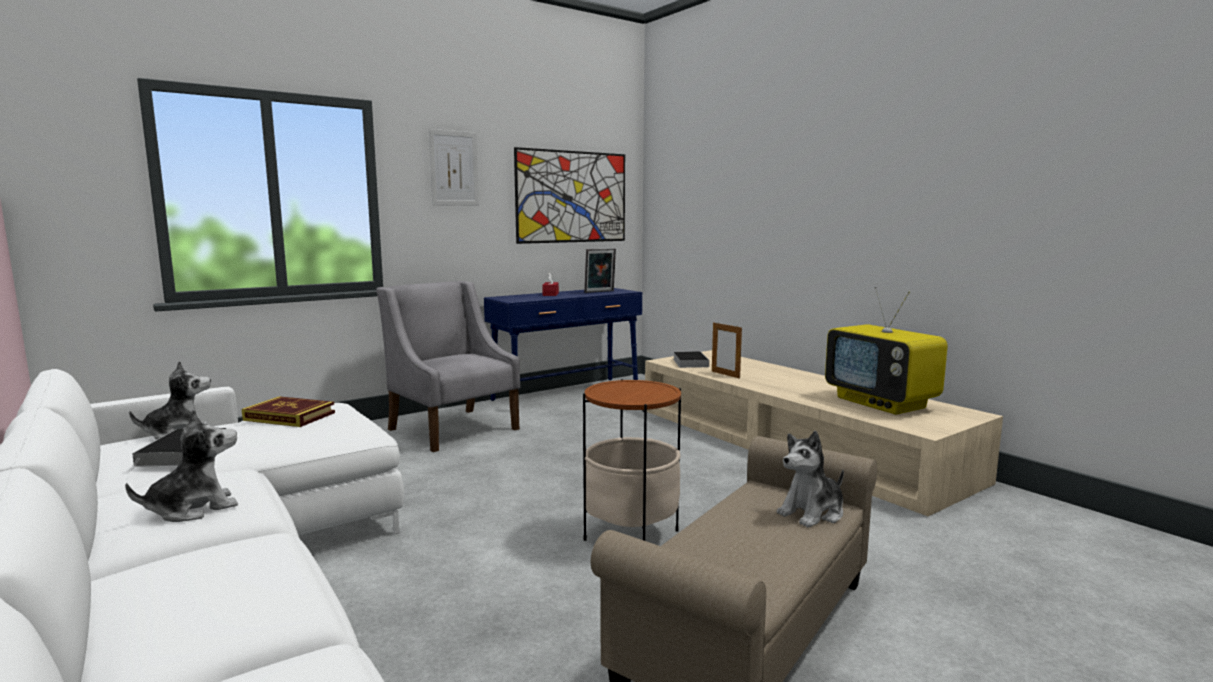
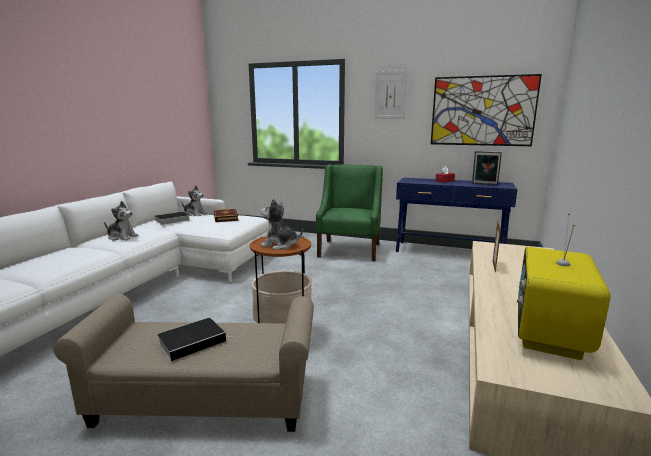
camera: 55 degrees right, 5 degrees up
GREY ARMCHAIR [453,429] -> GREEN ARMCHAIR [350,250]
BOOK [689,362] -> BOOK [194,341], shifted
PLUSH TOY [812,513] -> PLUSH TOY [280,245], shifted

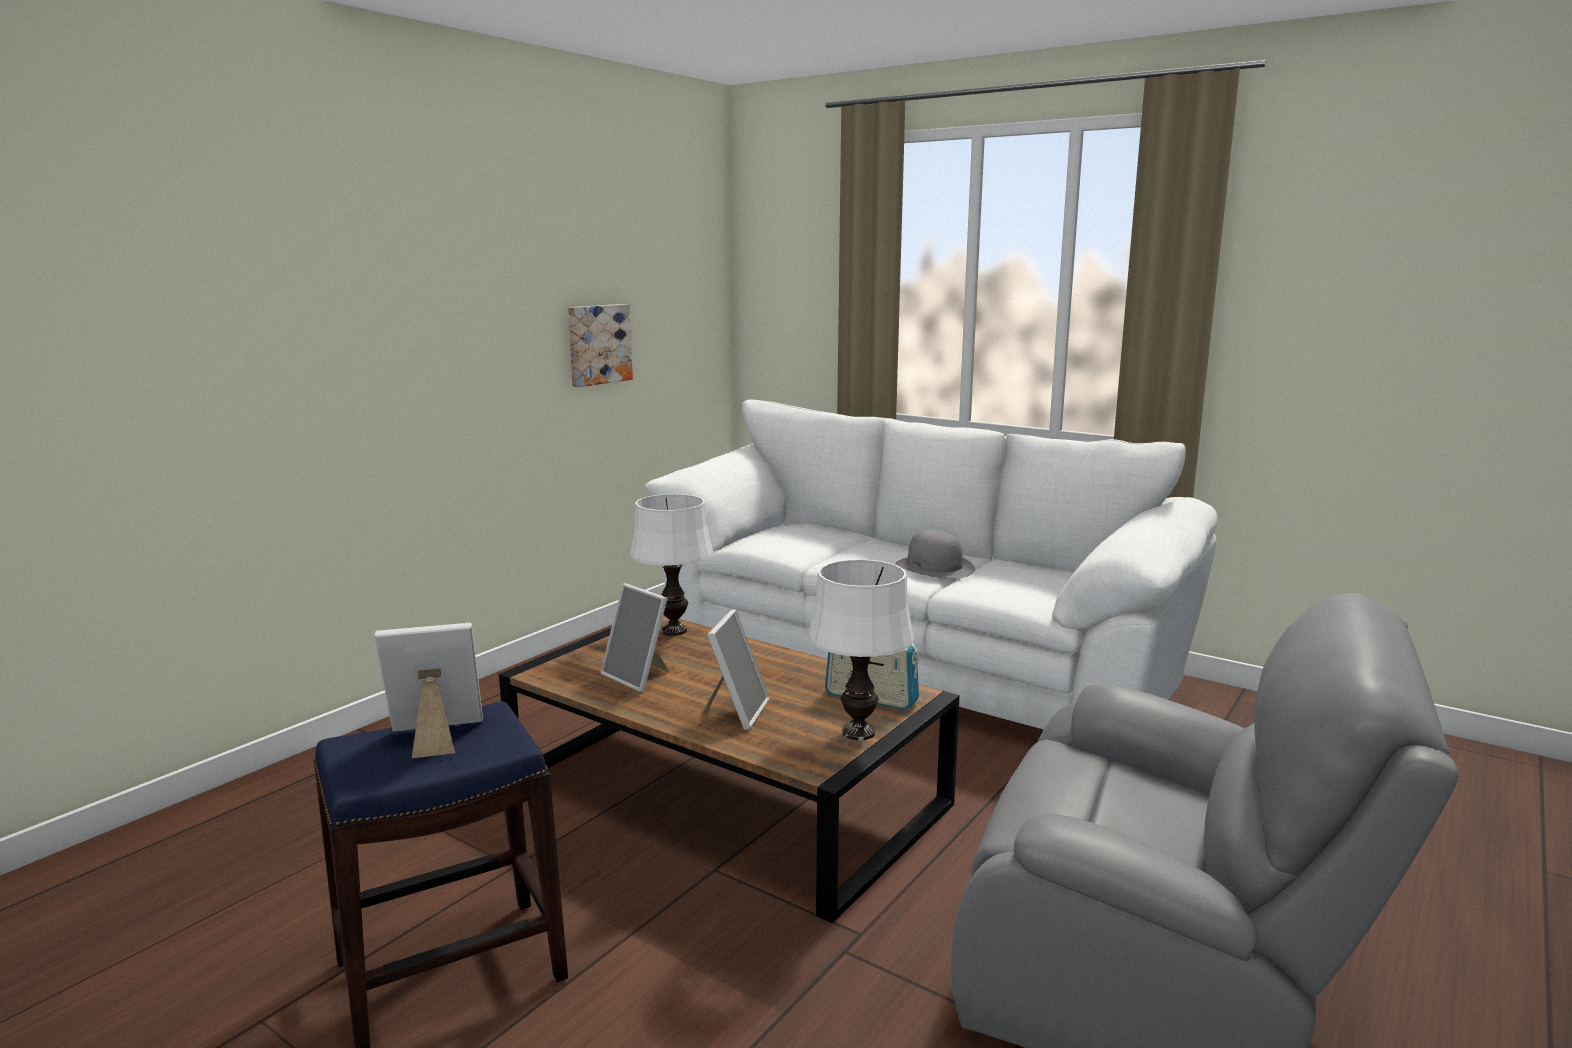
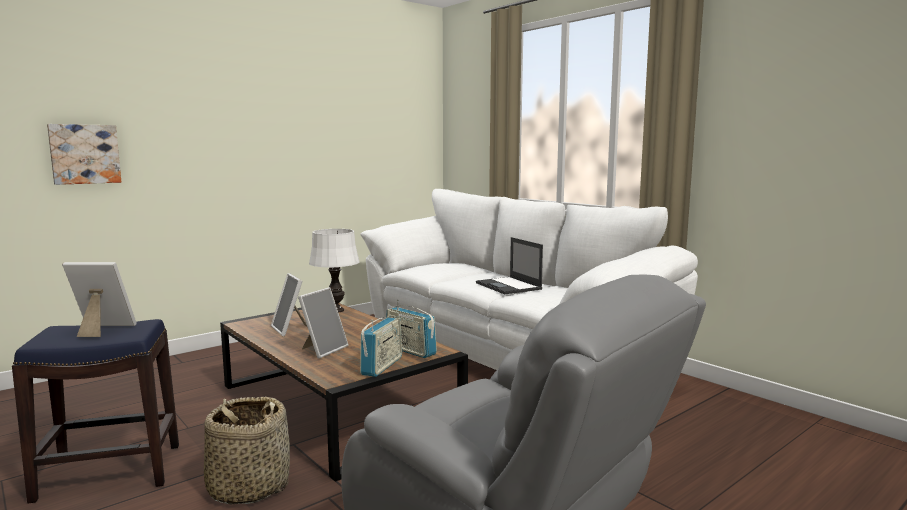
camera: 15 degrees right, 5 degrees down
PICTURE [598,344] -> PICTURE [84,154], shifted
GREY HAT [935,567] -> LAPTOP [509,286]
WHITE TABLE LAMP [858,732] -> RADIO [382,366]
none -> BASKET [248,486]

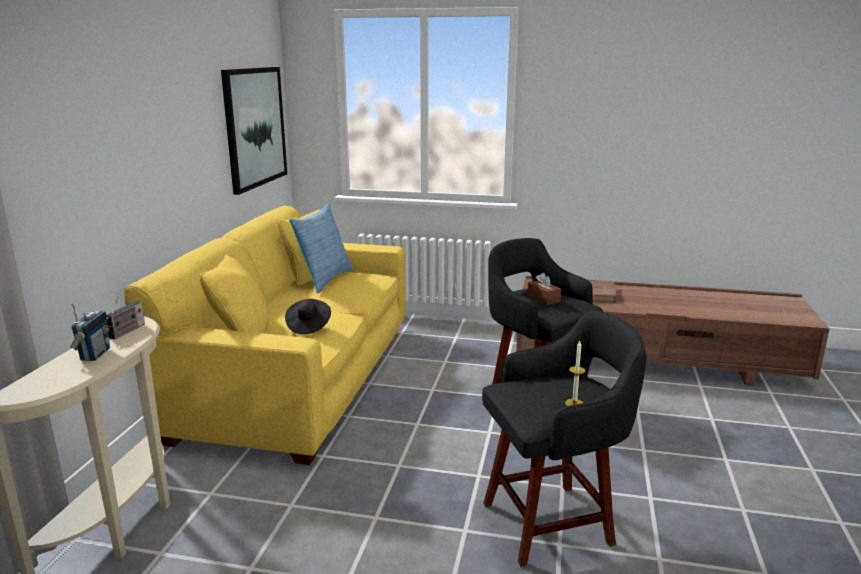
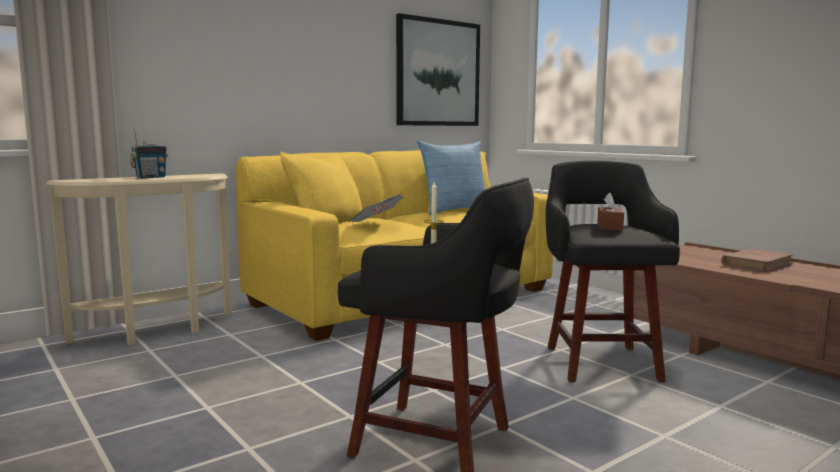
camera: 40 degrees right, 10 degrees down
RADIO [126,332] -> none
BLACK HAT [308,326] -> NEWSPAPER [376,224]

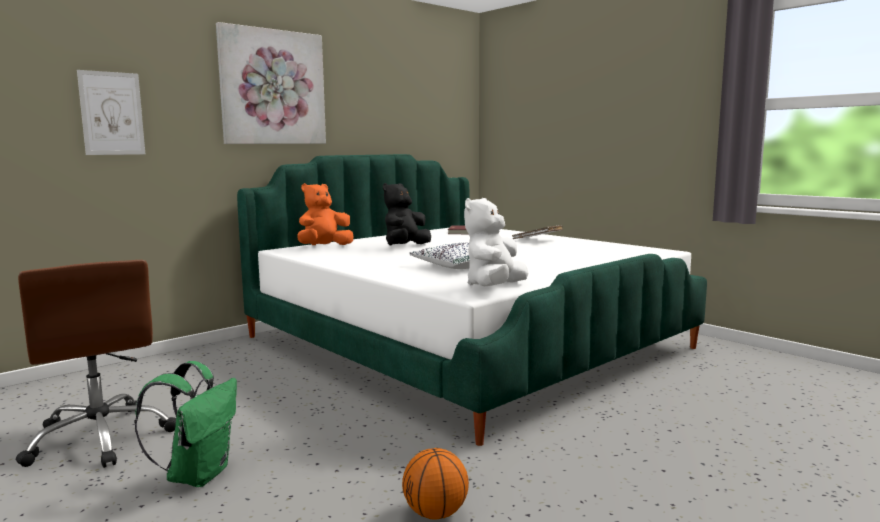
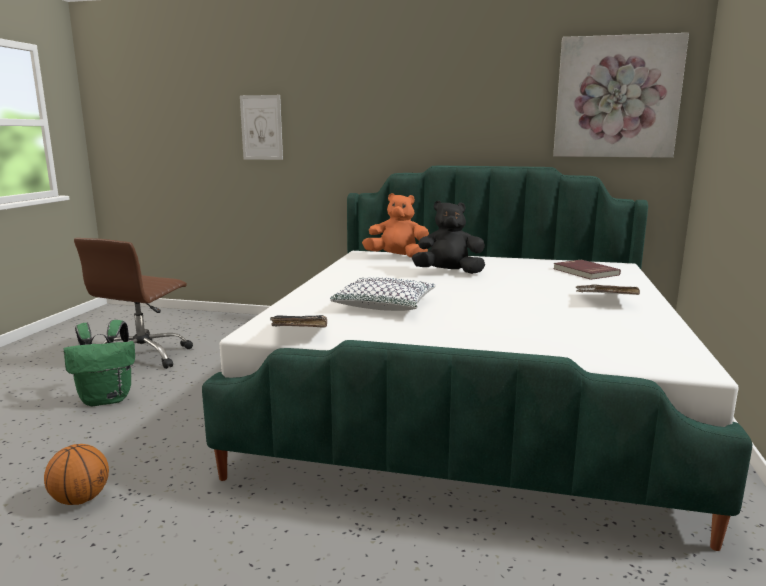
camera: 55 degrees right, 5 degrees up
PICTURE [273,87] -> PICTURE [617,97], shifted
WHITE PLUSH TOY [494,287] -> BLACK BOOK [300,333]

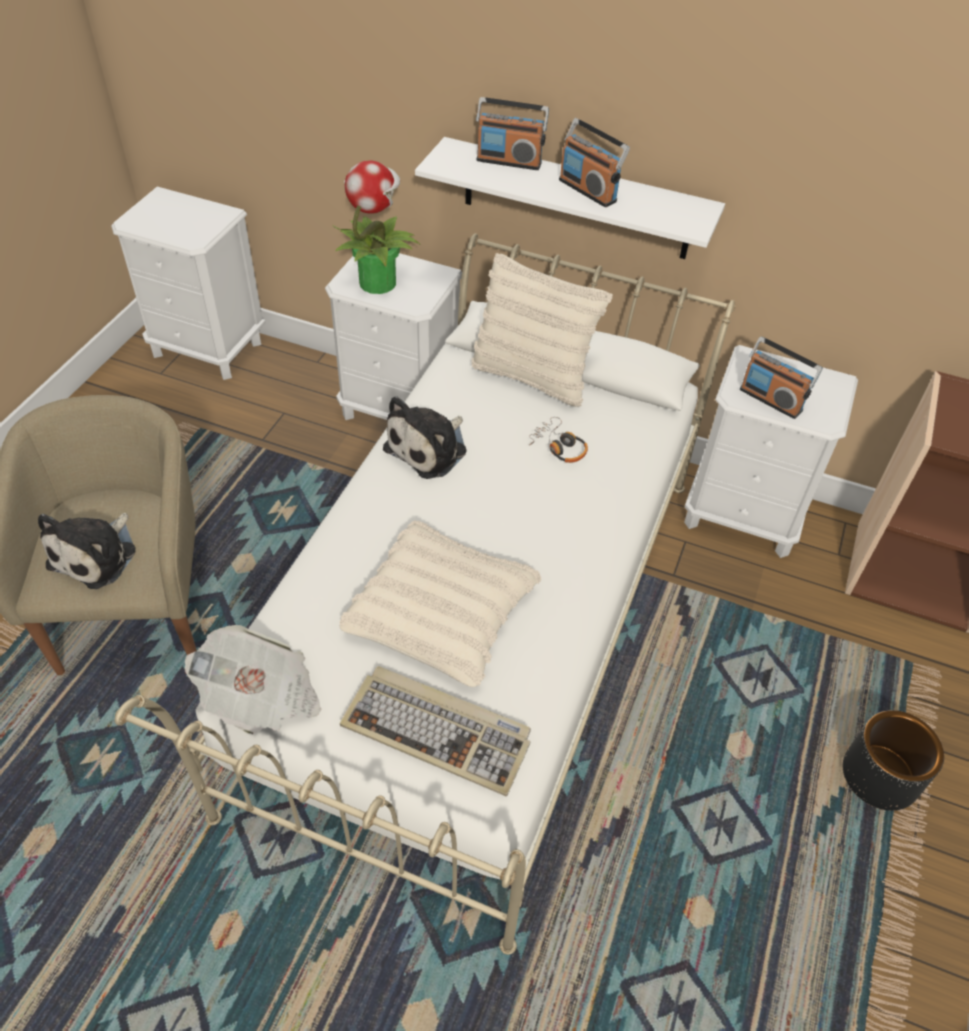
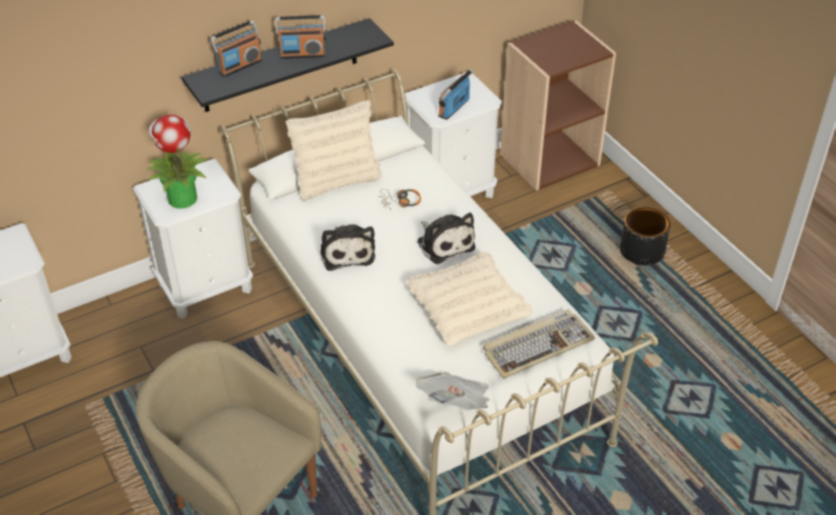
camera: 50 degrees left, 5 degrees down
WHITE SHELF [576,199] -> BLACK SHELF [280,66]
RADIO [771,399] -> RADIO [454,108], 135 degrees clockwise
PLUSH TOY [97,555] -> PLUSH TOY [444,243], shifted

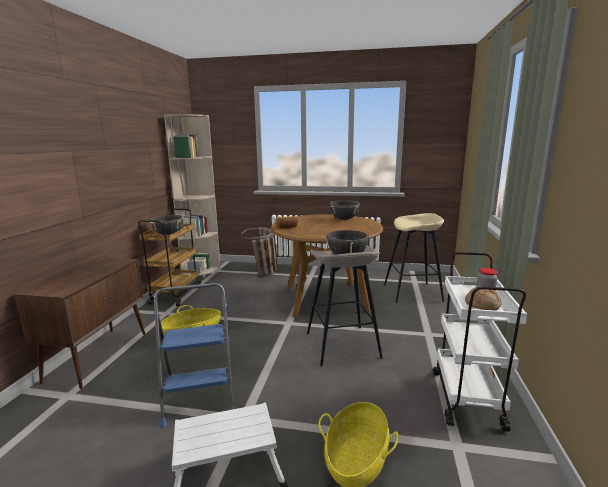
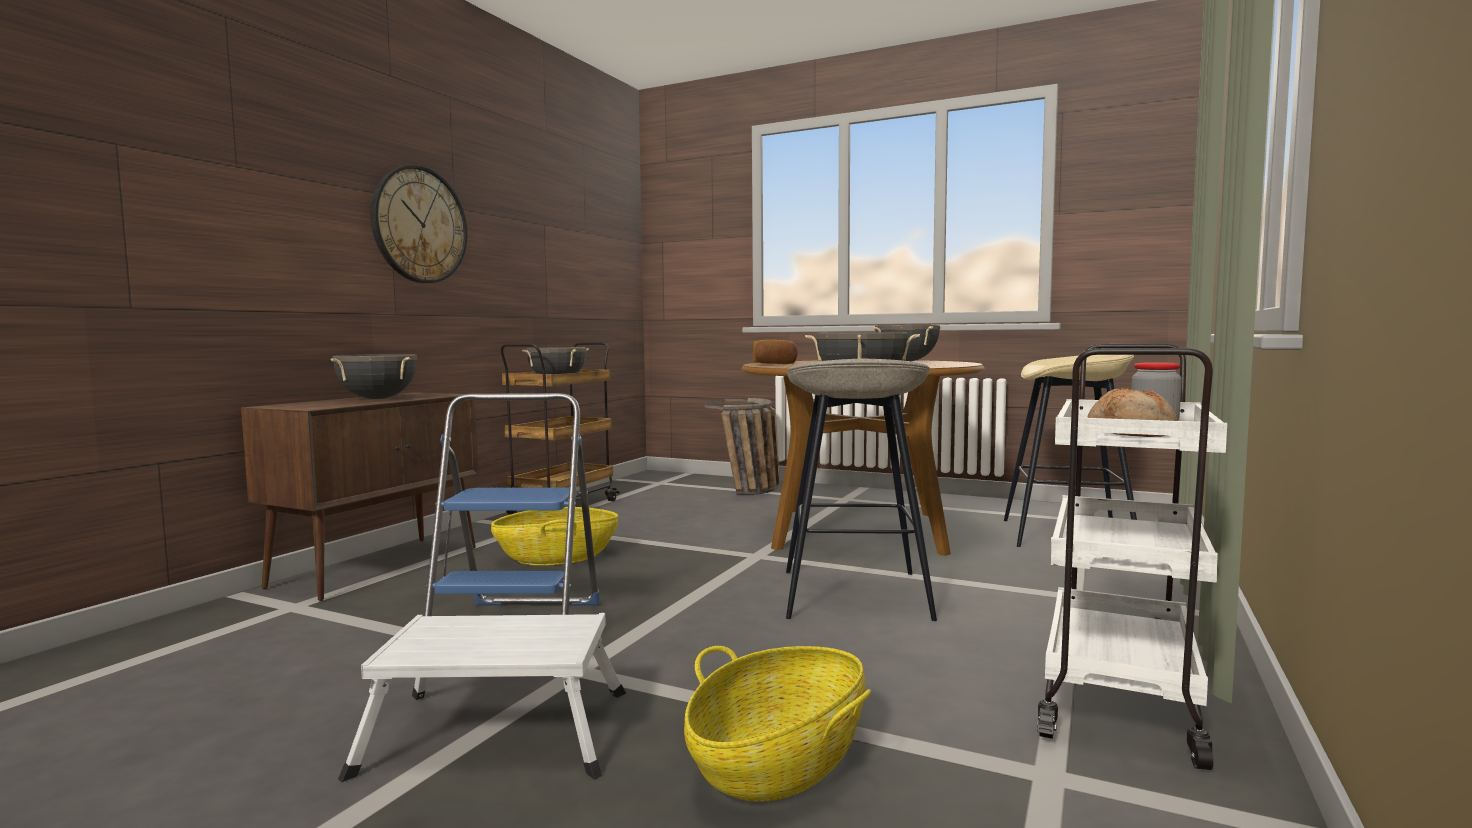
camera: 15 degrees right, 10 degrees down
BEIGE BOOKCASE [201,275] -> none
none -> WALL CLOCK [419,225]
none -> BLACK COOKING POT [377,399]

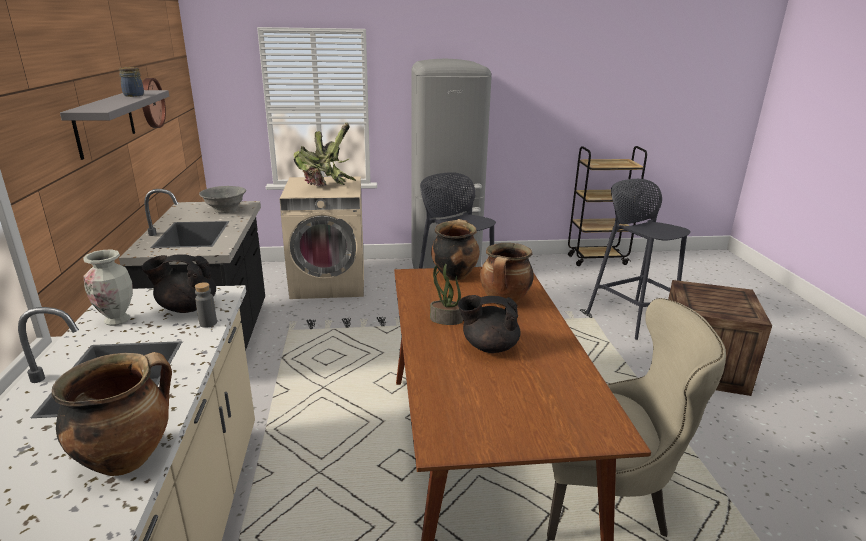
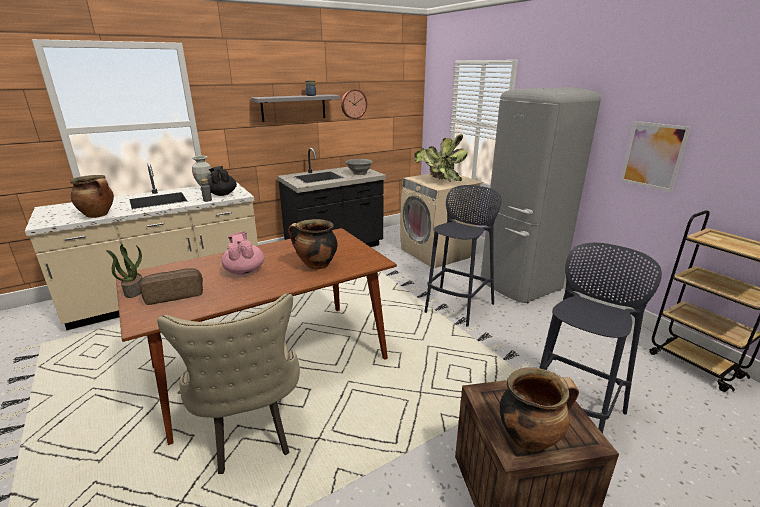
camera: 65 degrees right, 0 degrees up
COOKING POT [454,275] -> COOKING POT [529,437], shifted
POTTED PLANT [445,320] -> POTTED PLANT [134,291], shifted
BLACK TEAPOT [488,346] -> PINK TEAPOT [244,271]
none -> PICTURE [653,155]
none -> BREAD [175,295]

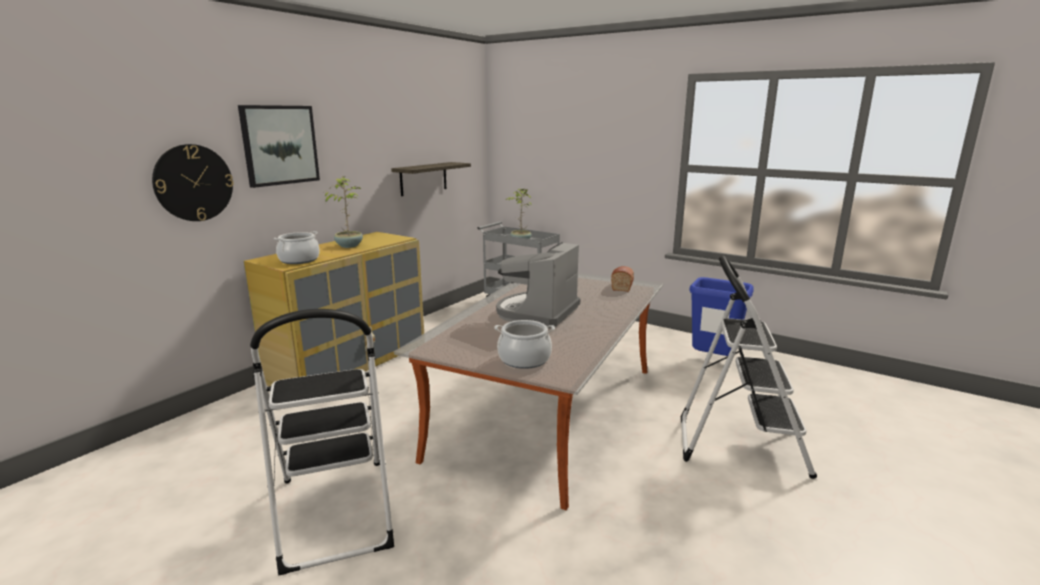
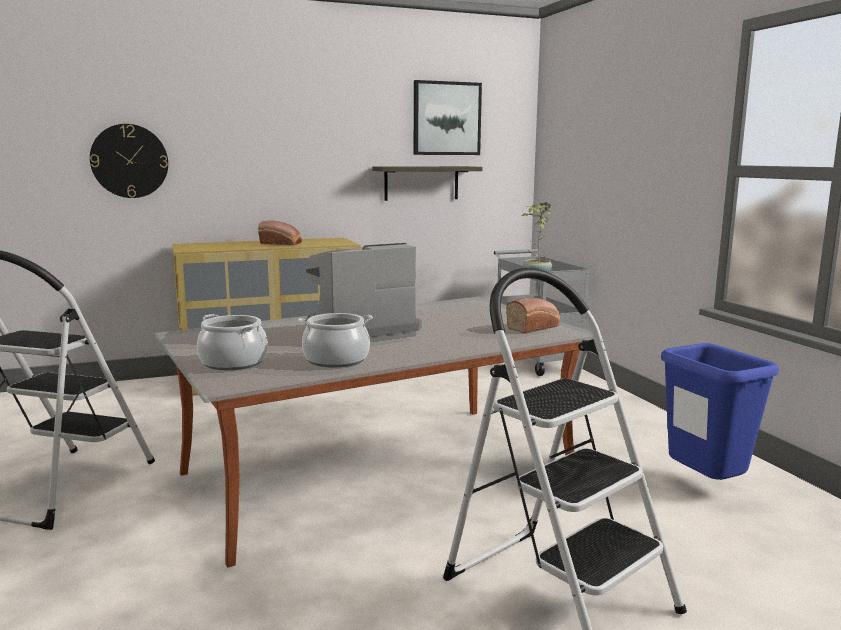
camera: 35 degrees right, 5 degrees down
PICTURE [280,145] -> PICTURE [446,118], shifted
POTTED PLANT [349,246] -> BREAD [282,243]
COOKING POT [299,260] -> COOKING POT [336,360], shifted

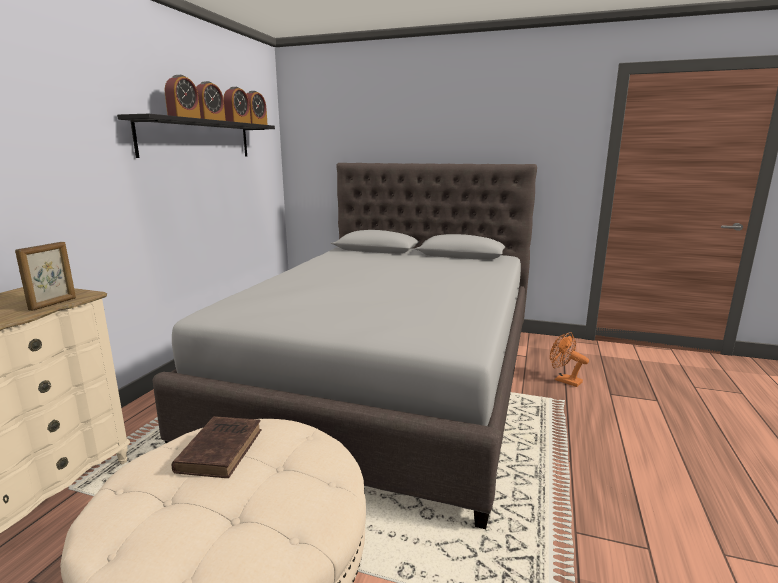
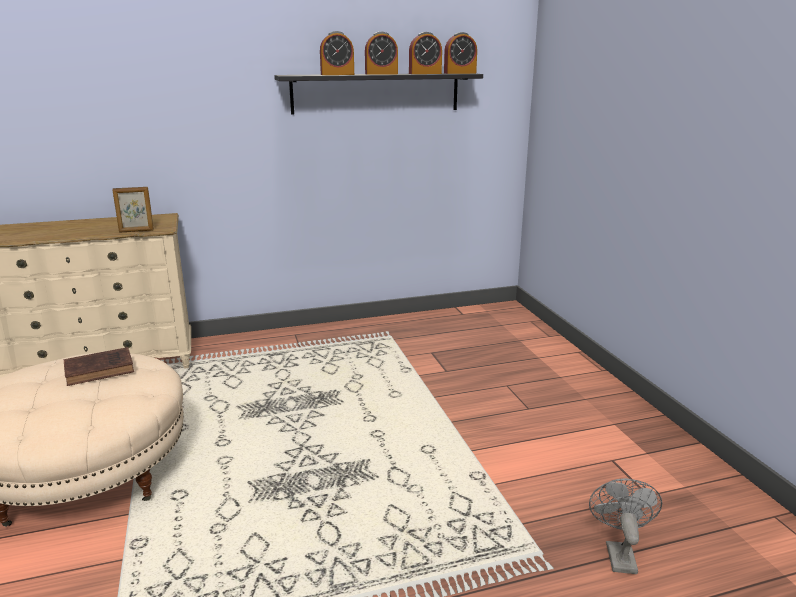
camera: 55 degrees right, 5 degrees up
GREY BED [389,379] -> none
ORANGE FAN [564,380] -> GREY FAN [618,553]

